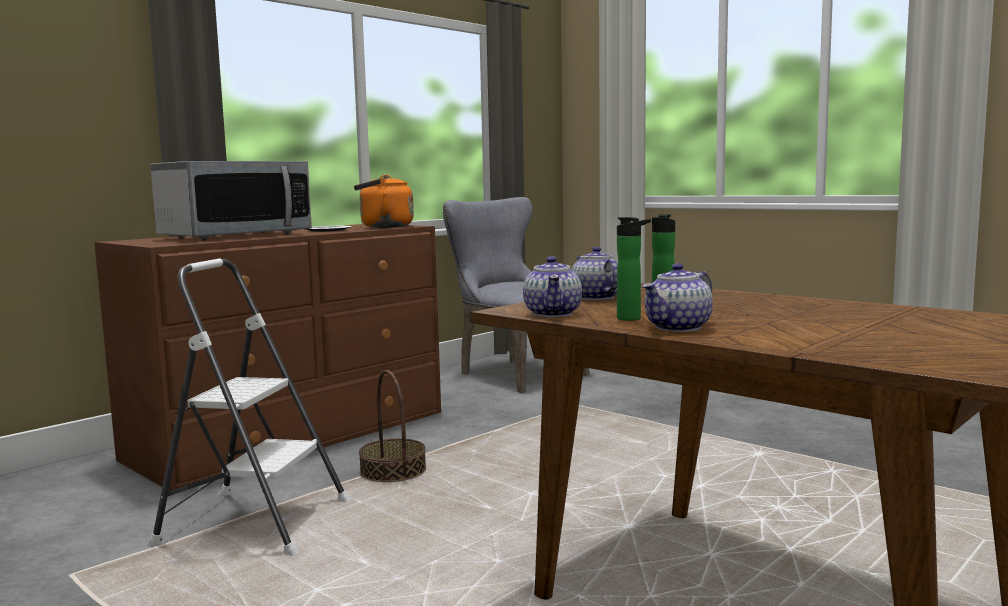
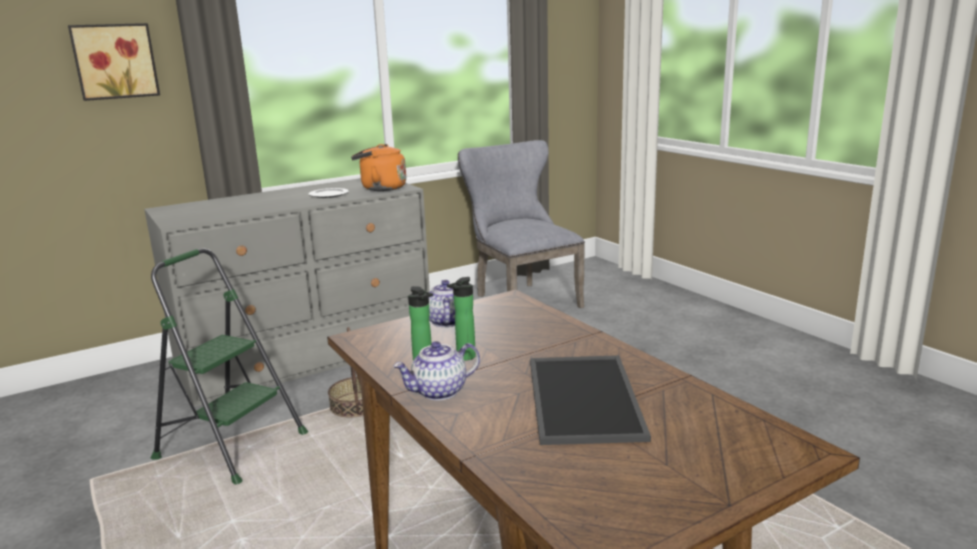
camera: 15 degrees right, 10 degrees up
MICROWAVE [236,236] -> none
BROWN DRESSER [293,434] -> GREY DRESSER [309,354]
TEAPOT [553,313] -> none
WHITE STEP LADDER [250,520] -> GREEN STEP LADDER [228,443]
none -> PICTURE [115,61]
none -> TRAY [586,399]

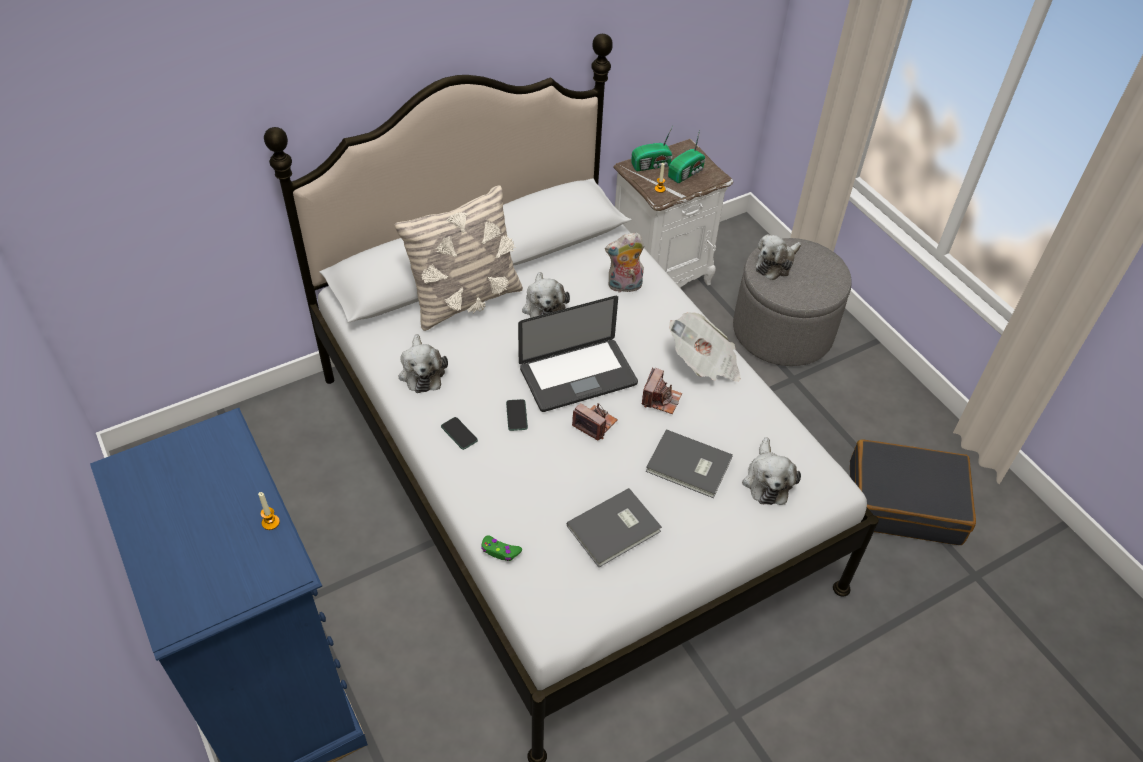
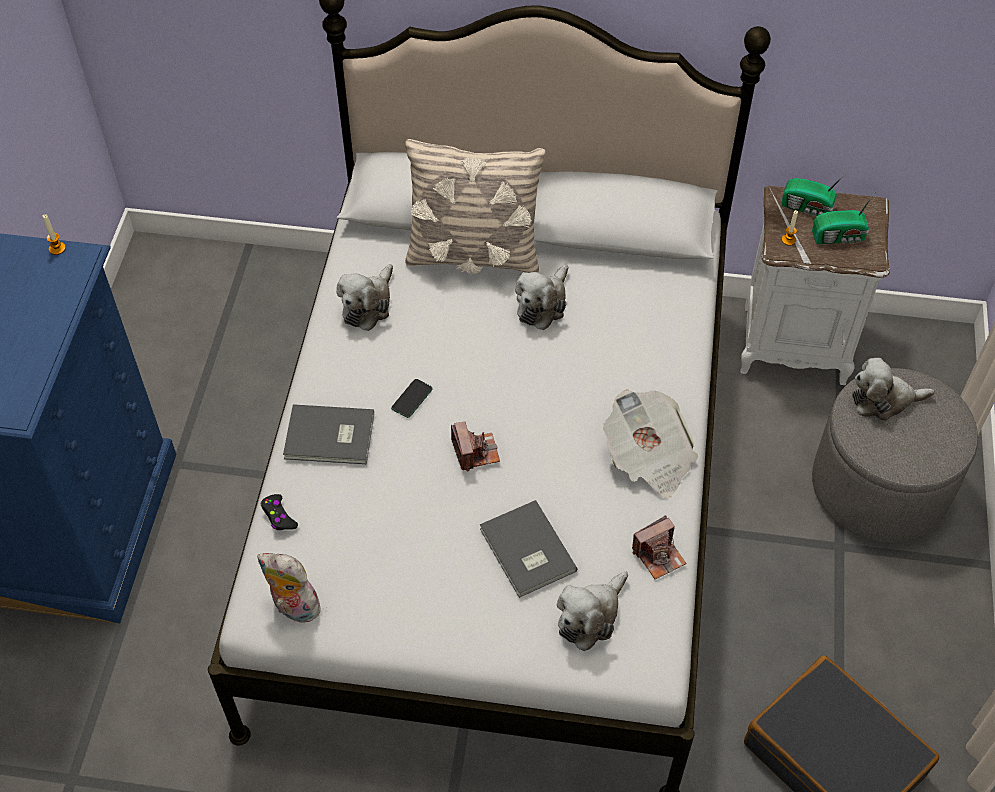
camera: 40 degrees right, 5 degrees up
PLUSH TOY [624,286] -> PLUSH TOY [293,607], shifted
LAPTOP [578,376] -> none
PHOTO CAMERA [661,399] -> PHOTO CAMERA [658,555], shifted
PHONE [459,434] -> none
GREY BOOK [616,529] -> GREY BOOK [330,438], shifted
CANDLE [270,522] -> CANDLE [57,248], shifted
GREEN GAME CONTROLLER [500,551] -> BLACK GAME CONTROLLER [278,516]

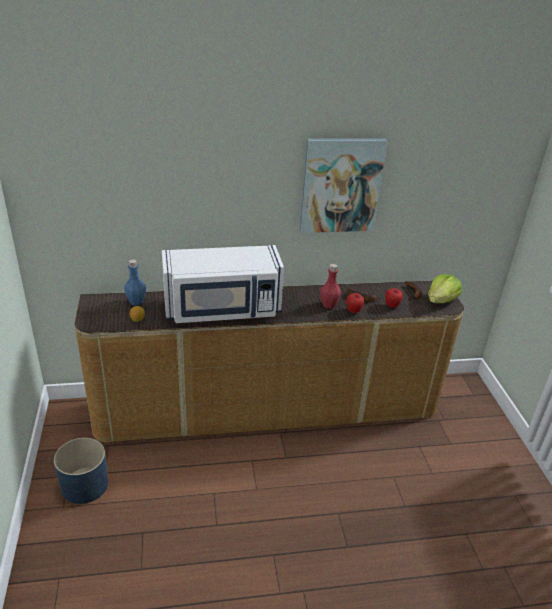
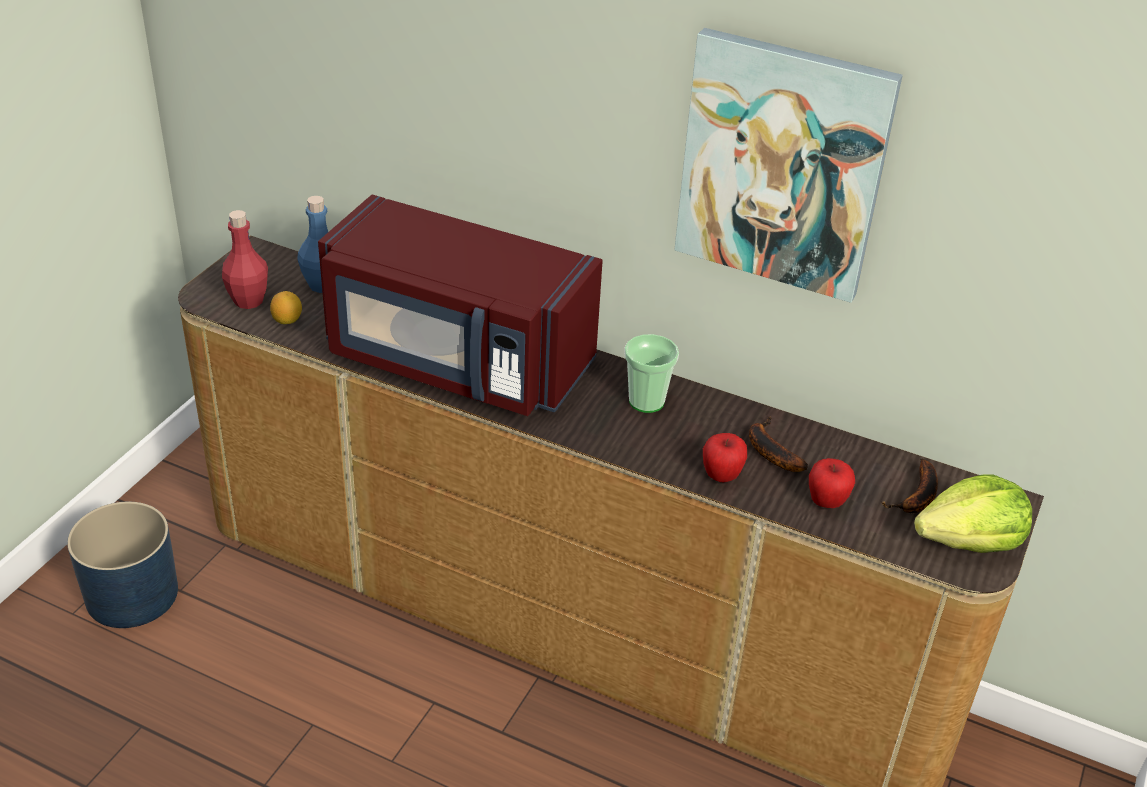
camera: 35 degrees right, 5 degrees up
WHITE MICROWAVE [222,309] -> RED MICROWAVE [456,362]
RED BOTTLE [329,305] -> RED BOTTLE [248,301], shifted
none -> CUP [646,401]

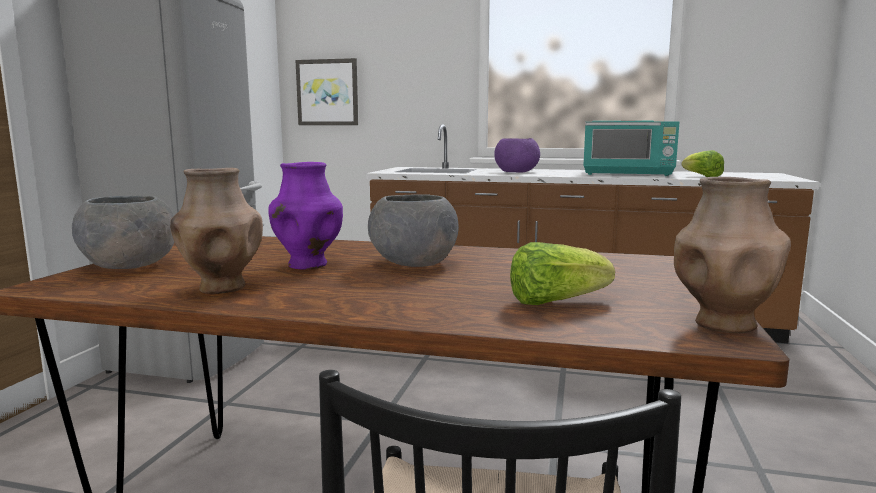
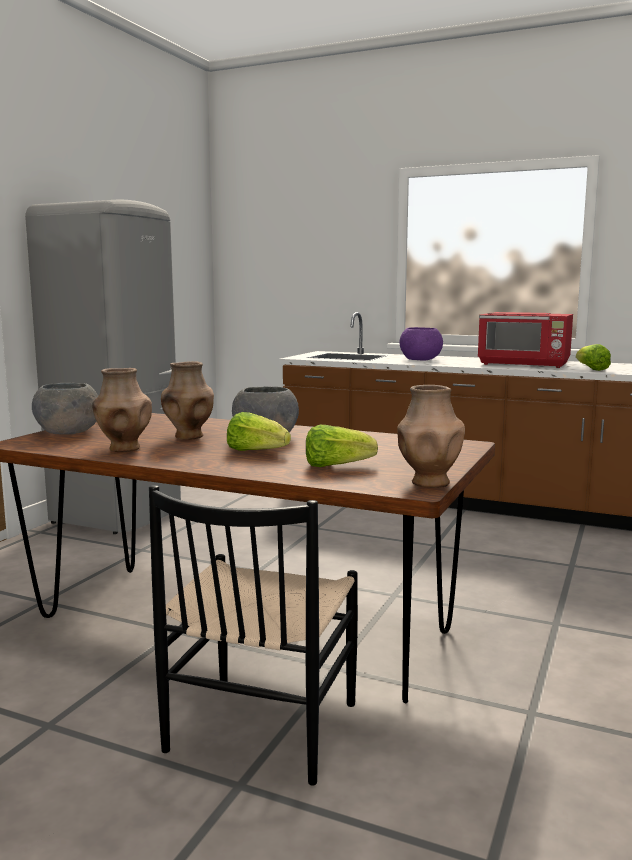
camera: 10 degrees right, 0 degrees up
PICTURE [327,92] -> none
TURQUOISE MICROWAVE [628,174] -> RED MICROWAVE [524,364]
PURPLE VASE [308,265] -> BROWN VASE [189,436]
none -> LETTUCE [256,452]

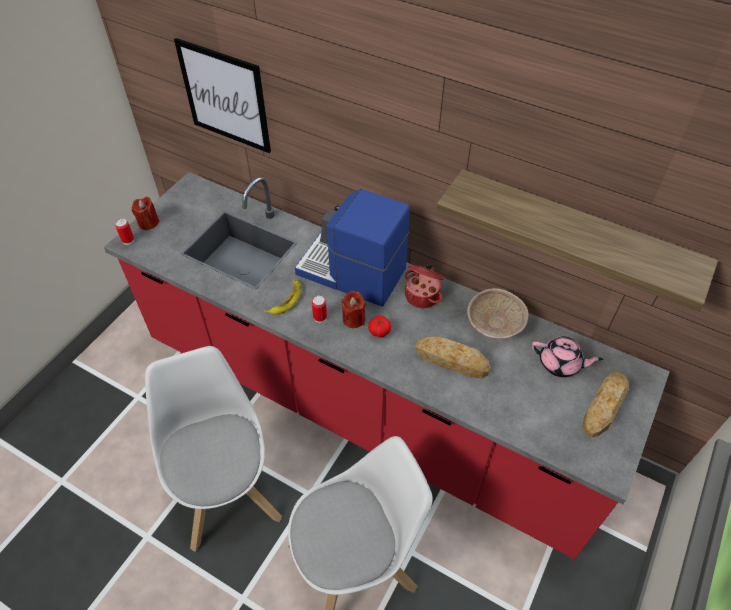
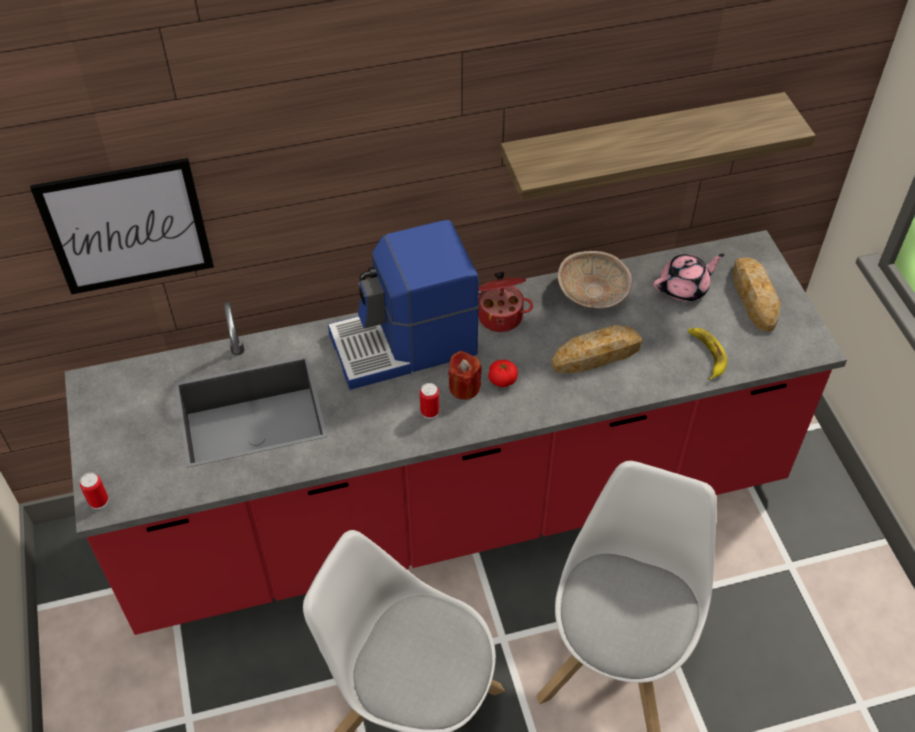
camera: 45 degrees left, 0 degrees up
RED CANDLE [148,223] -> none
BANANA [286,300] -> BANANA [706,354], shifted

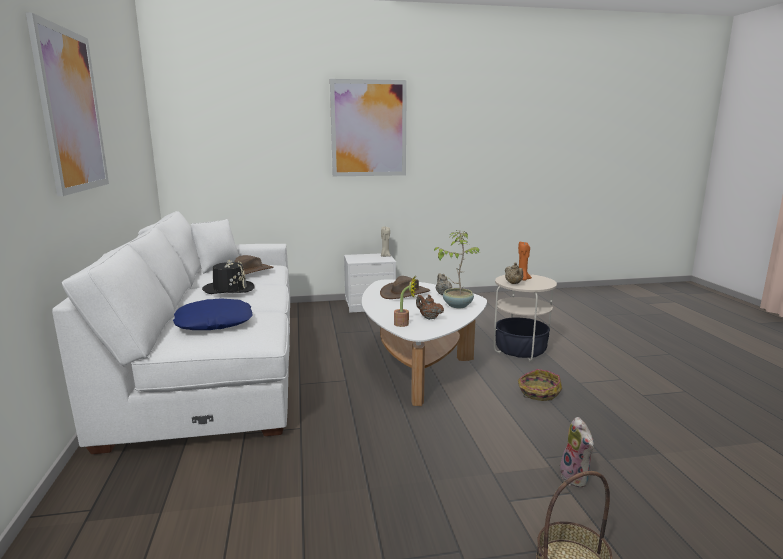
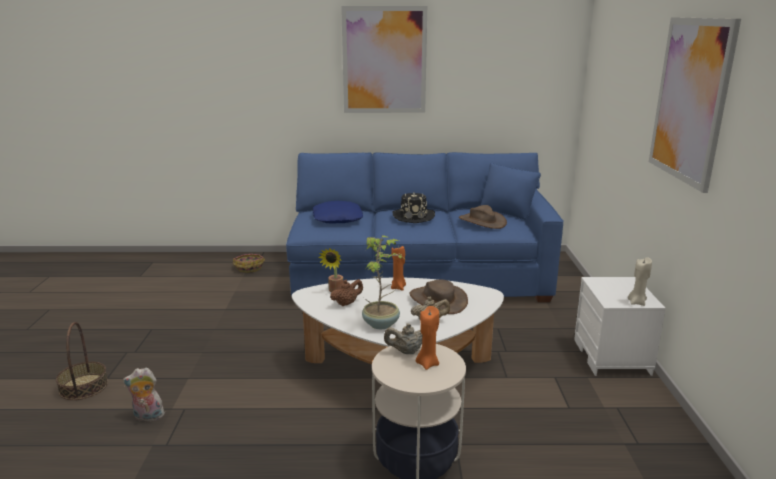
camera: 100 degrees right, 5 degrees up
WHITE SOFA [215,367] -> BLUE SOFA [418,276]
BASKET [538,393] -> BASKET [249,267], shifted
none -> ORANGE CANDLE [398,287]

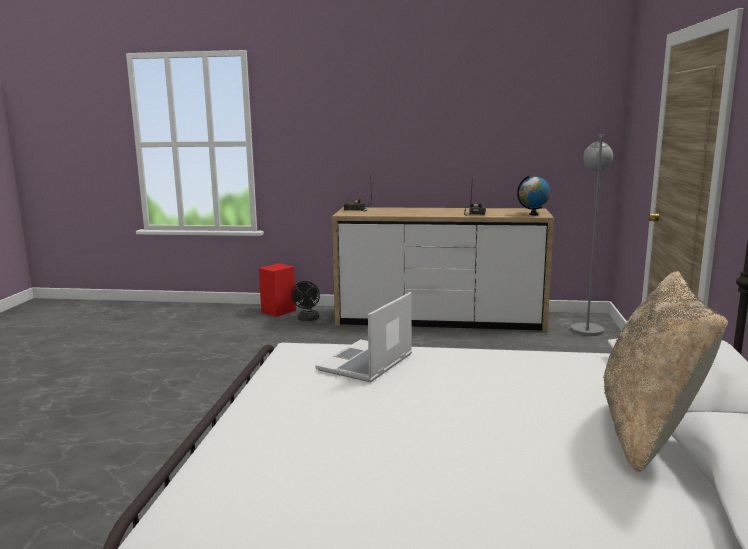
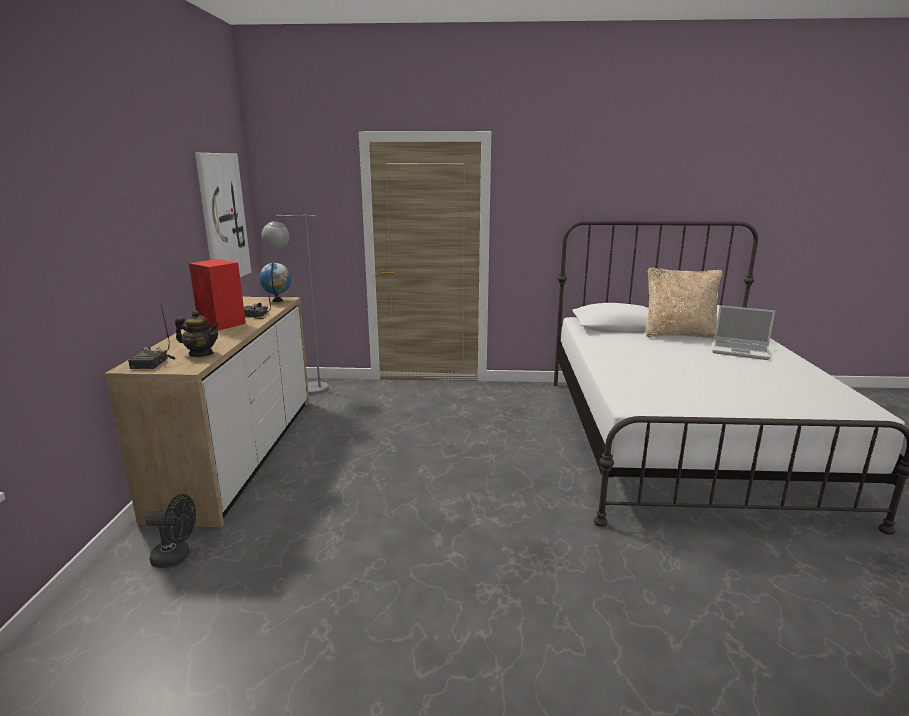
camera: 95 degrees left, 5 degrees up
RED SPEAKER [278,311] -> RED SPEAKER [222,324], shifted
LAPTOP [366,363] -> LAPTOP [741,351], shifted
none -> PICTURE [222,218]
none -> TEAPOT [201,354]

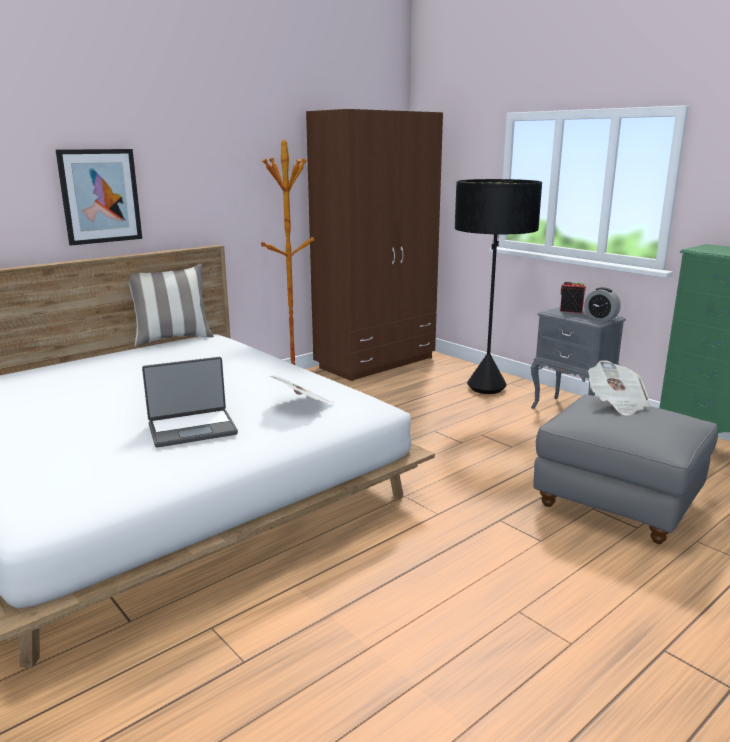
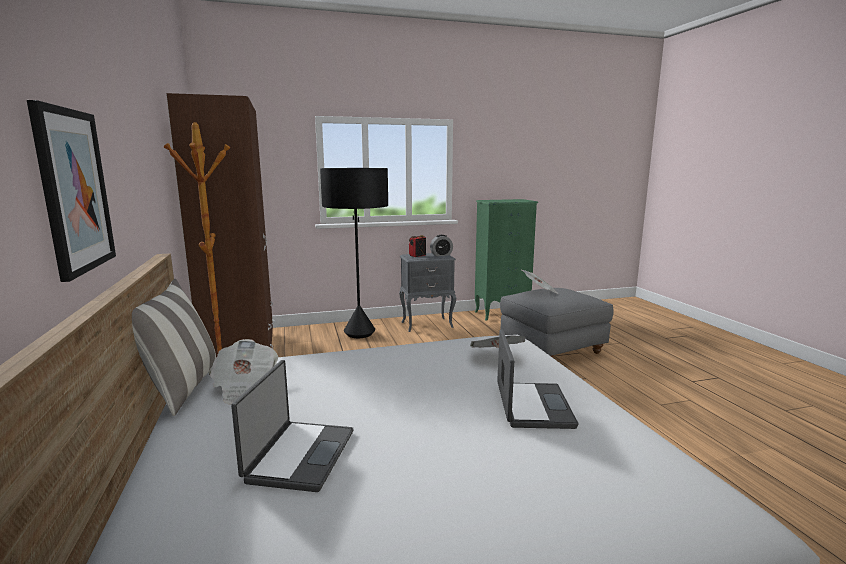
camera: 65 degrees left, 5 degrees down
none -> NEWSPAPER [245,387]
none -> LAPTOP [299,456]

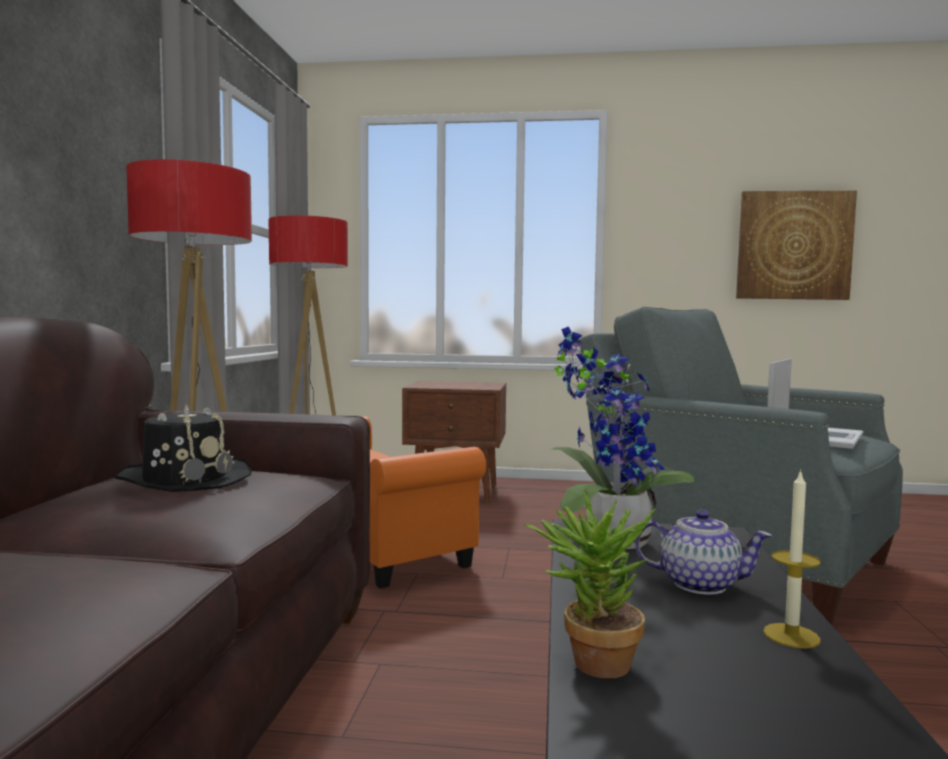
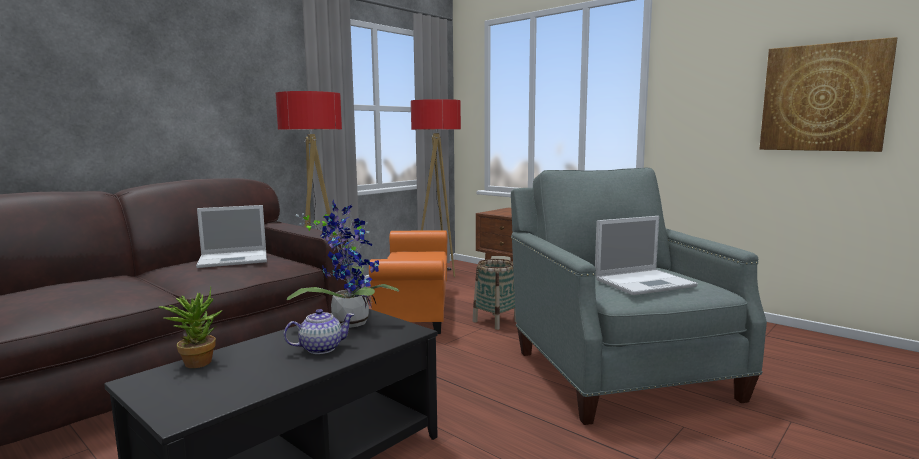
camera: 35 degrees right, 5 degrees up
BLACK HAT [184,479] -> LAPTOP [235,259]
CANDLE [791,636] -> none
TEAPOT [698,584] -> TEAPOT [320,348], 75 degrees counterclockwise
none -> BASKET [496,321]

